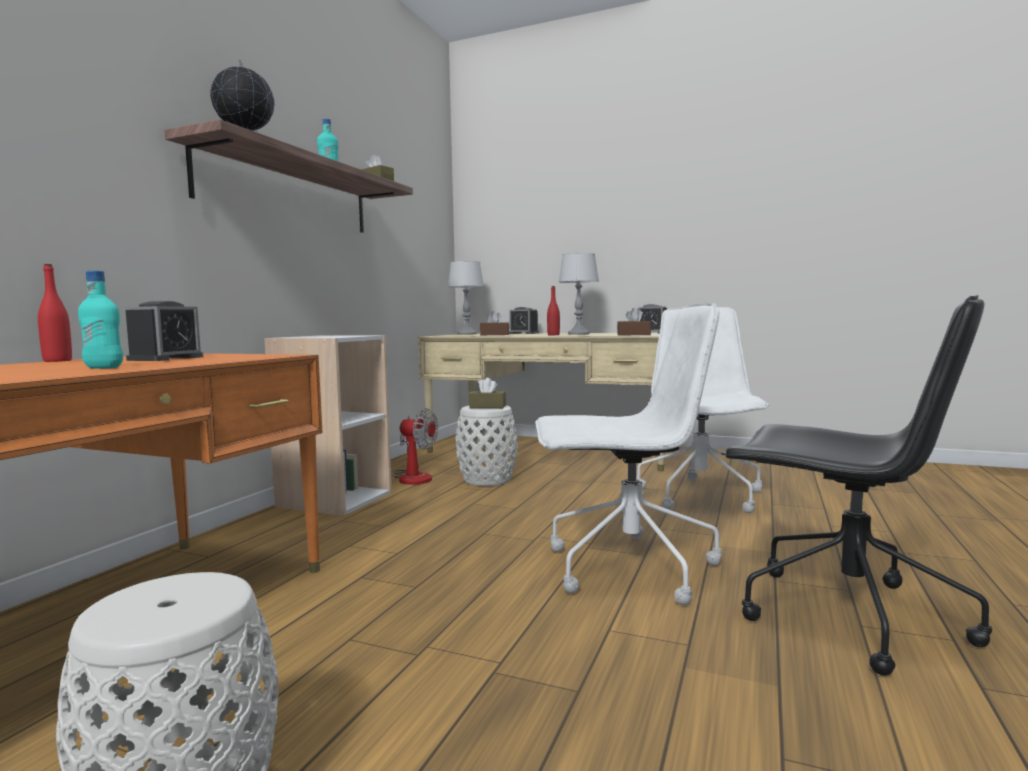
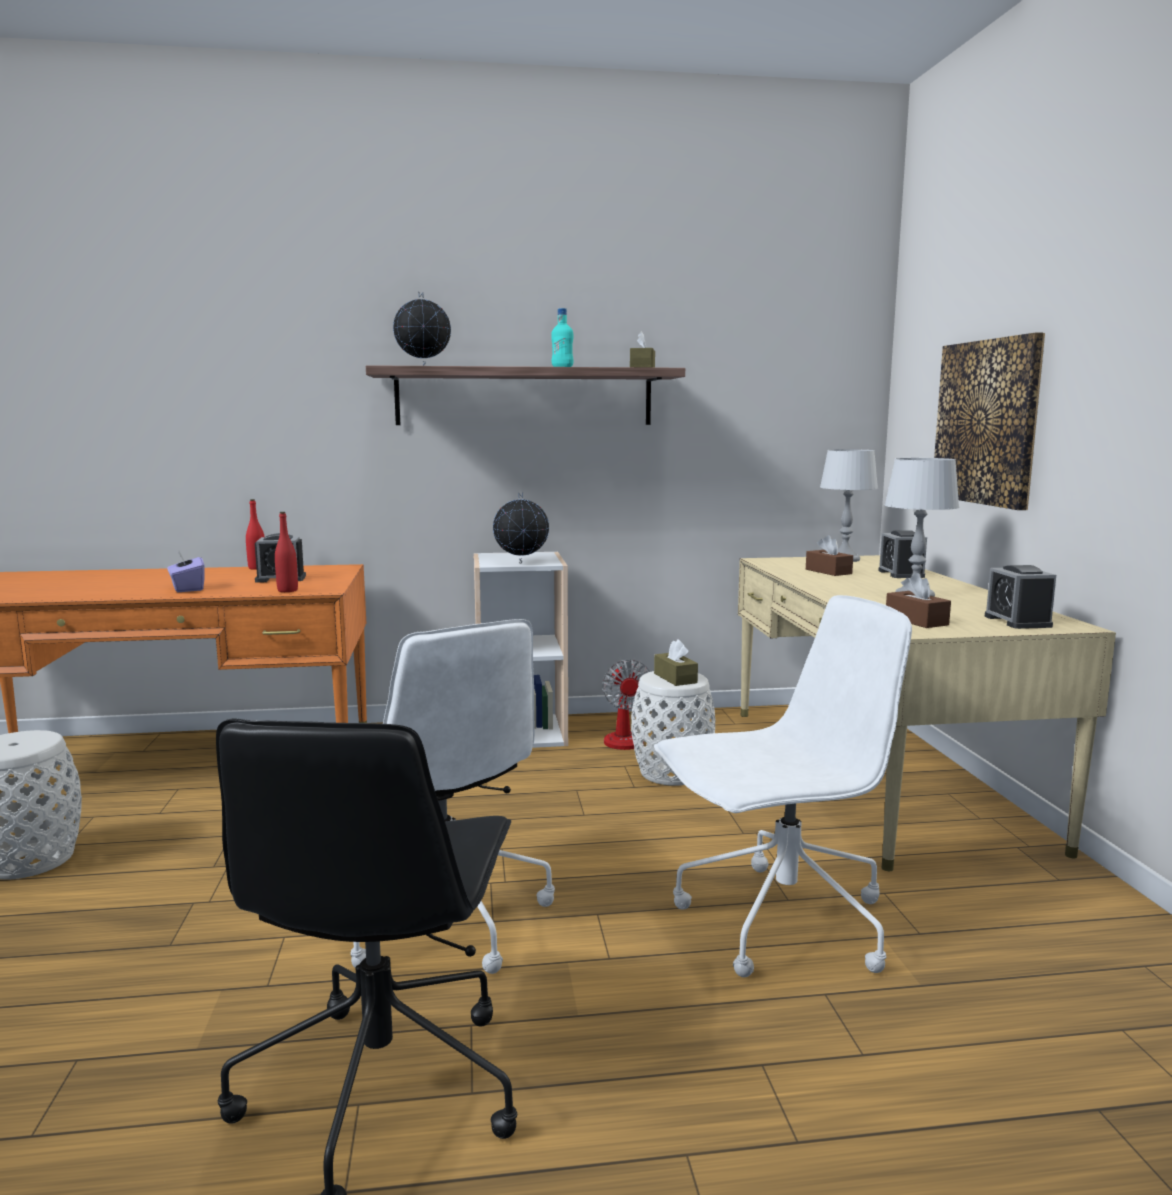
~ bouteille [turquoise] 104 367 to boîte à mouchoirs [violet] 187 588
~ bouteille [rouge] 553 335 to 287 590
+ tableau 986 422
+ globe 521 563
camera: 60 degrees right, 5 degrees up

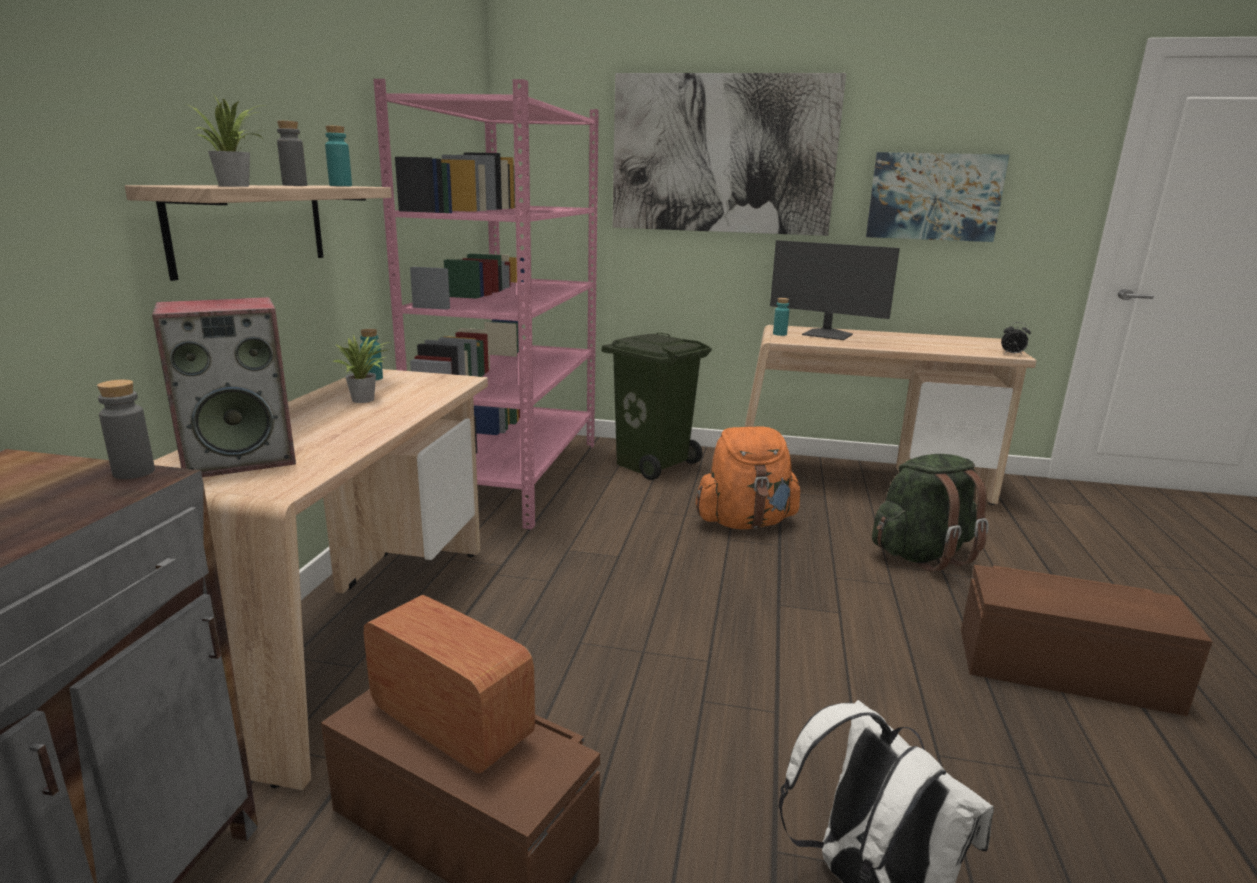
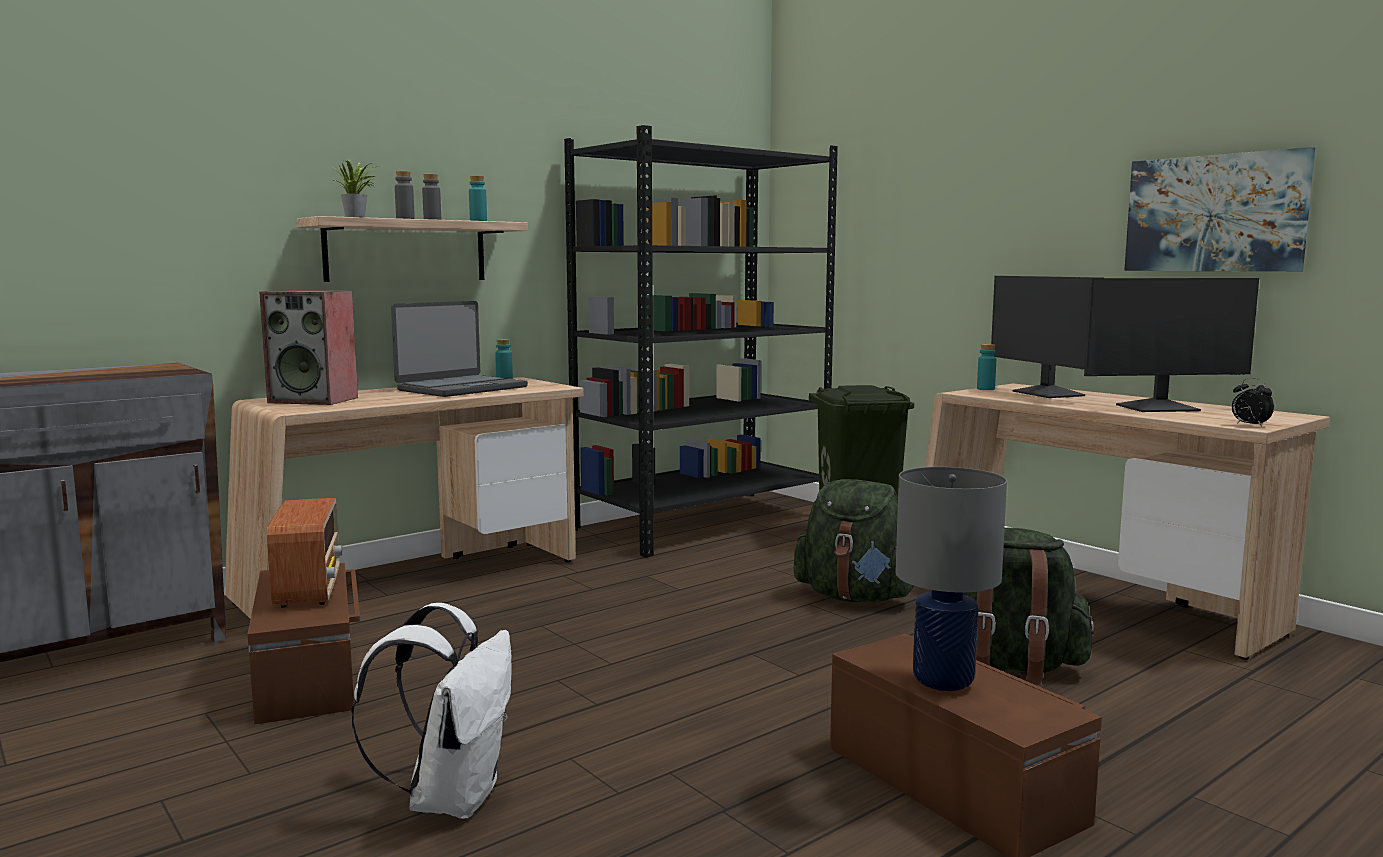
- tableau 722 155
~ bibliothèque [rose] 512 475 to bibliothèque [noir] 703 522
~ plante en pot 366 400 to ordinateur portable 461 388
~ bouteille [gris] 134 472 to 405 218
~ sac à dos [orange] 745 522 to sac à dos [vert] 855 597
+ écran d'ordinateur 1159 408
+ lampe de table [gris] 942 684
camera: 40 degrees right, 10 degrees down

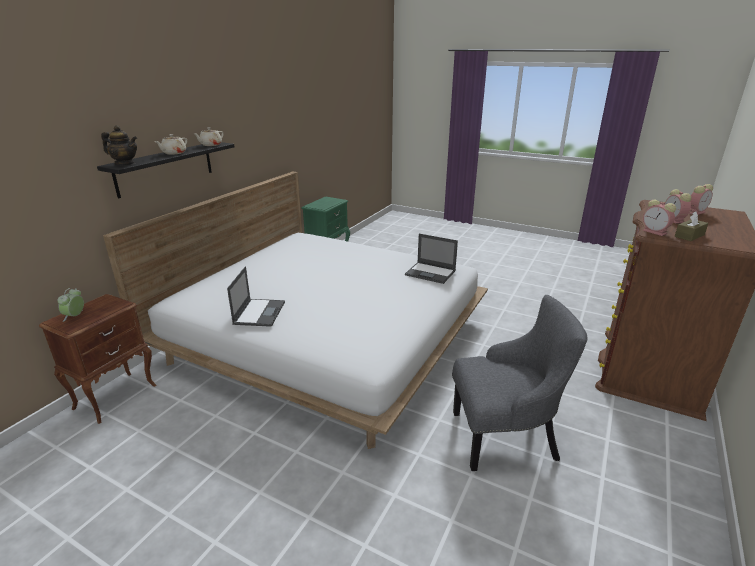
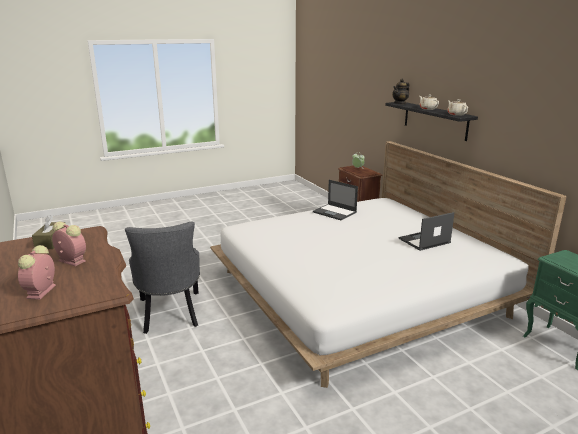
- réveil 655 232
~ ordinateur portable 431 273 to 424 241
~ fauteuil [gris] 502 438 = 170 311 45 degrees counterclockwise
camera: 125 degrees right, 5 degrees down

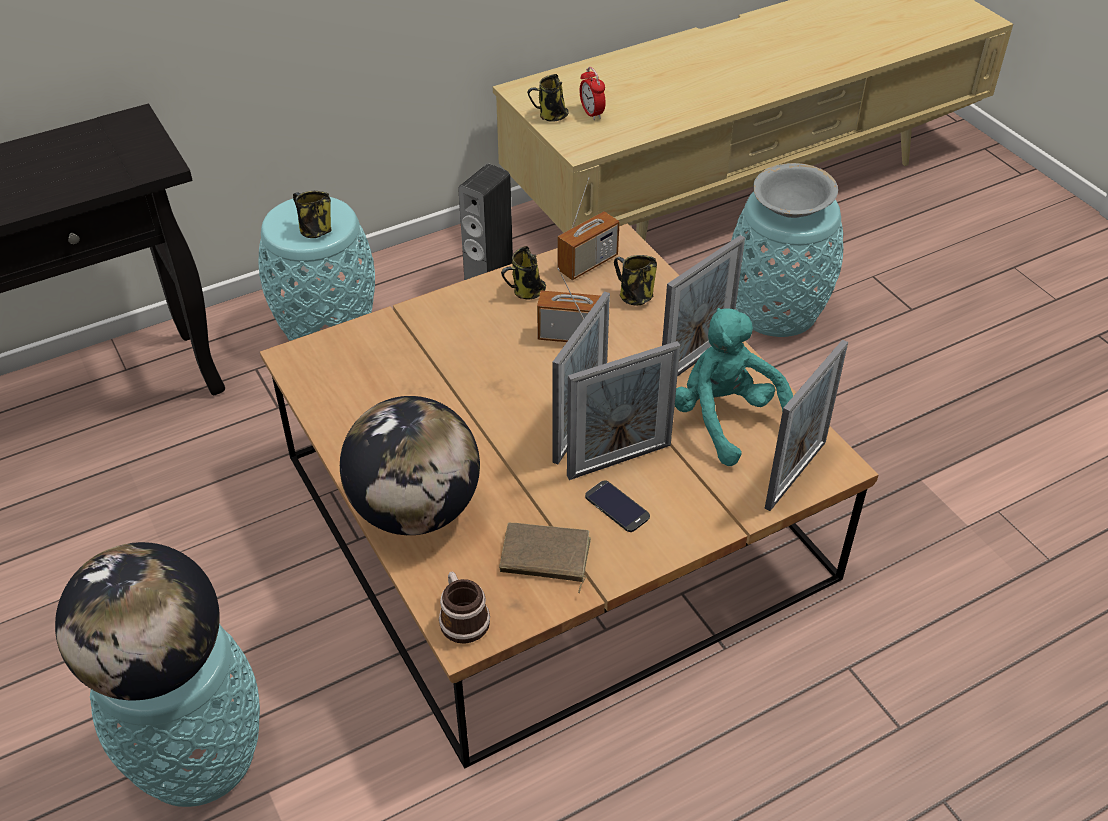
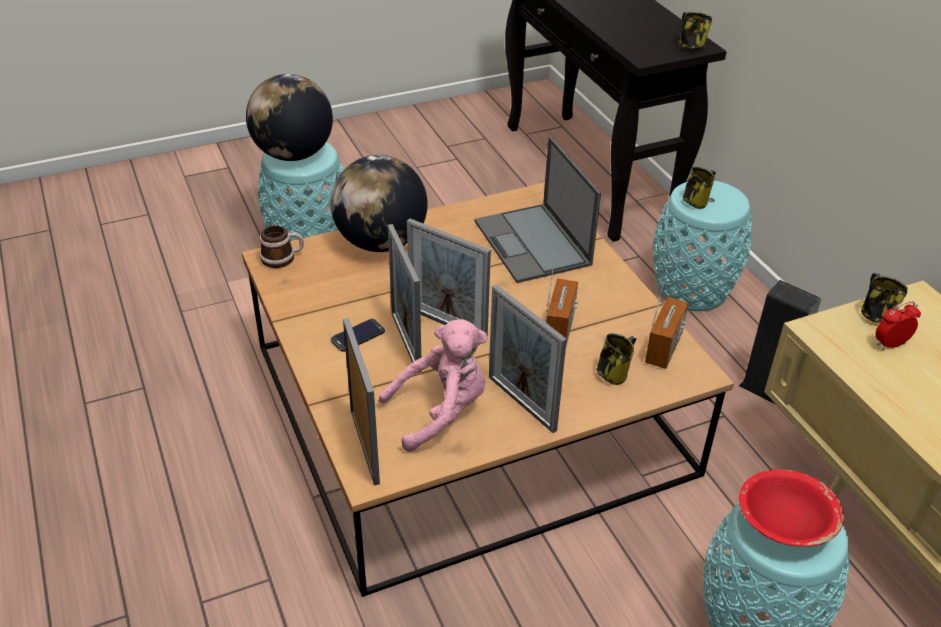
~ bol [gris] 791 208 to bol [rouge] 784 524
~ radio 587 263 = 663 348 120 degrees counterclockwise
~ mug 526 292 to 690 46
~ peluche [turquoise] 726 419 to peluche [rose] 441 412
~ cadre photo 795 474 = 365 446 150 degrees counterclockwise
- livre [marron] 544 558
+ ordinateur portable 533 244
camera: 95 degrees right, 5 degrees down

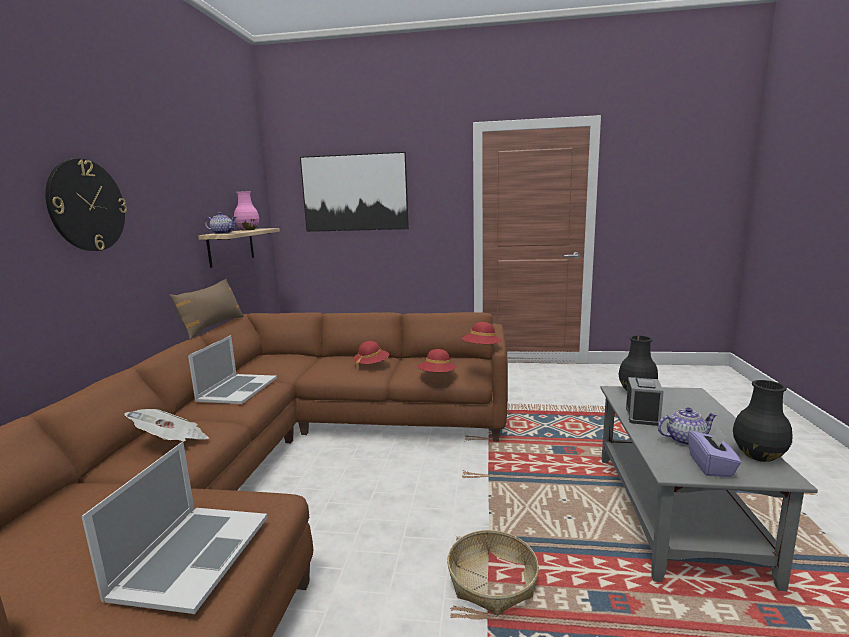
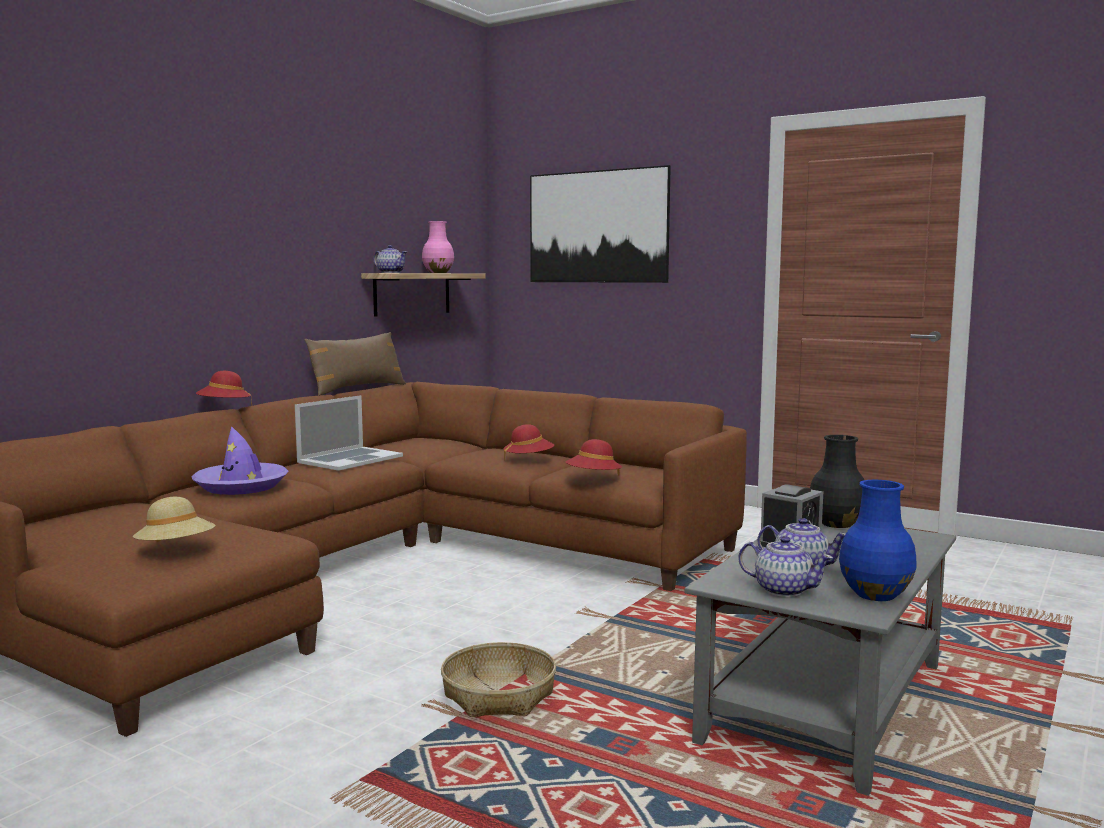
- horloge murale 87 205
~ chapeau [rouge] 481 349 to 224 407
~ vase [noir] 758 455 to vase [bleu] 876 594
~ journal 172 442 to chapeau [violet] 241 486
~ boîte à mouchoirs [violet] 711 466 to théière 782 590
~ ordinateur portable 192 555 to chapeau [beige] 176 549
camera: 25 degrees right, 5 degrees down

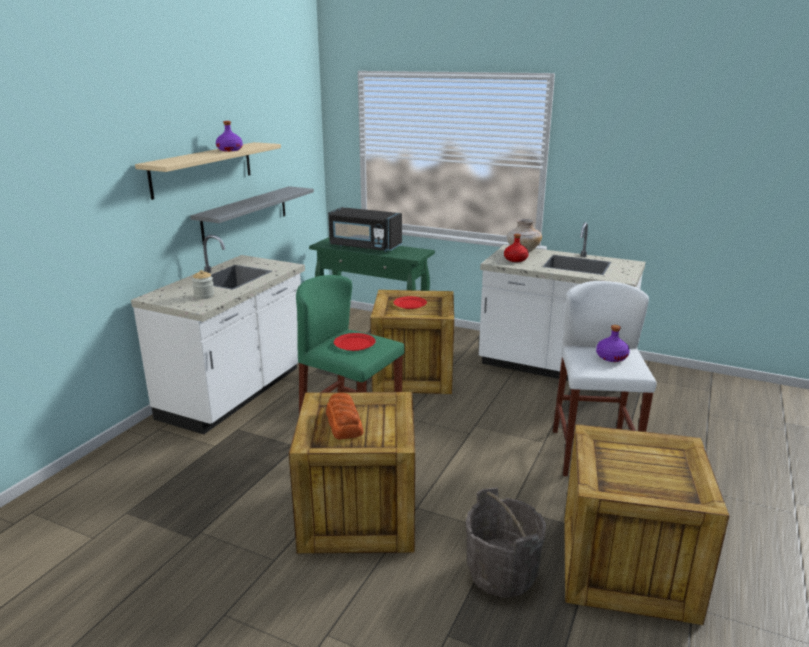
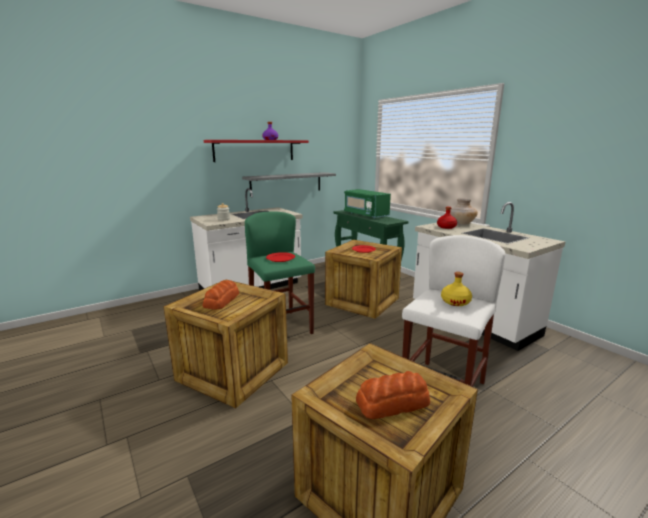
~ étagère [beige] 202 169 to étagère [rouge] 254 150
~ micro-ondes [noir] 364 246 to micro-ondes [vert] 365 215
~ bouteille [violet] 611 357 to bouteille [jaune] 455 302
- seau [gris] 502 573
+ pain 393 403
camera: 30 degrees right, 5 degrees down

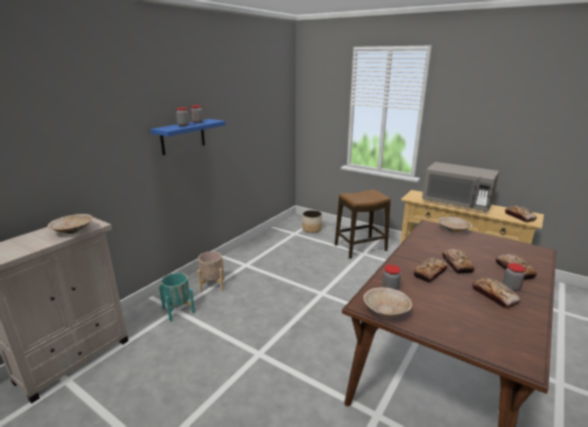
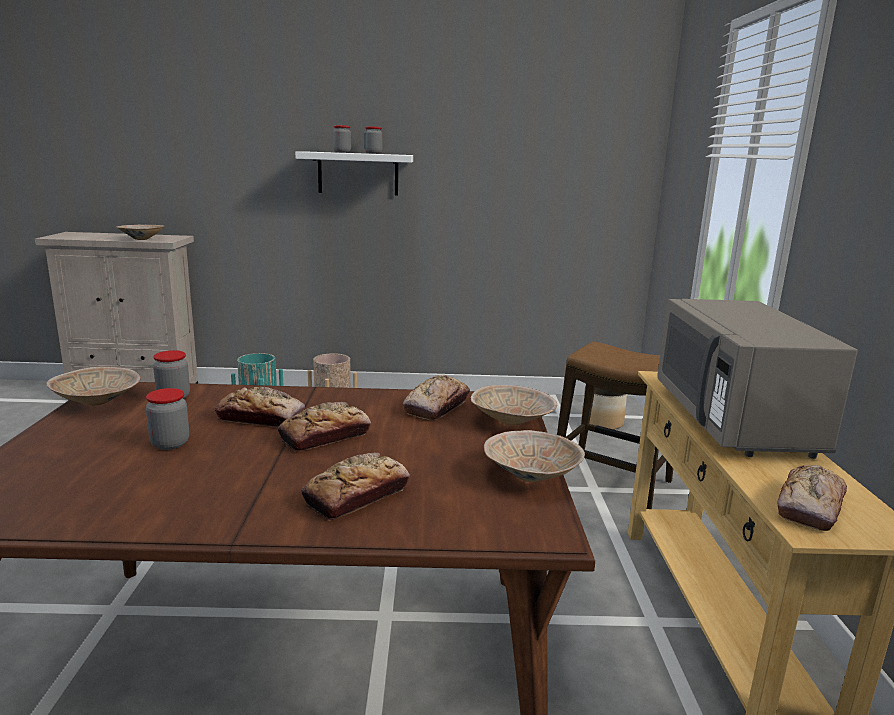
~ étagère [bleu] 183 136 to étagère [blanc] 358 173
~ bocal 511 287 to 170 443
~ pain 494 296 to 437 406
+ bol [beige] 532 475
camera: 55 degrees right, 5 degrees down

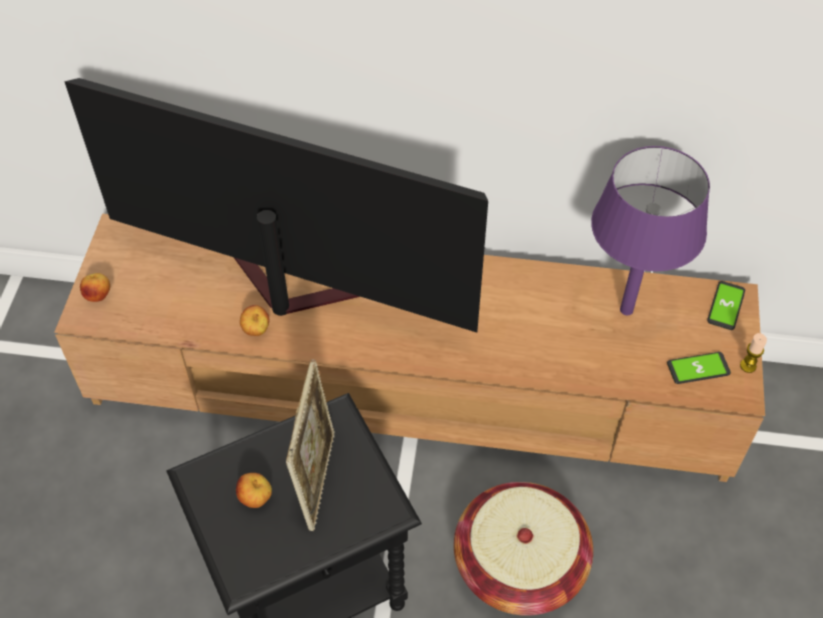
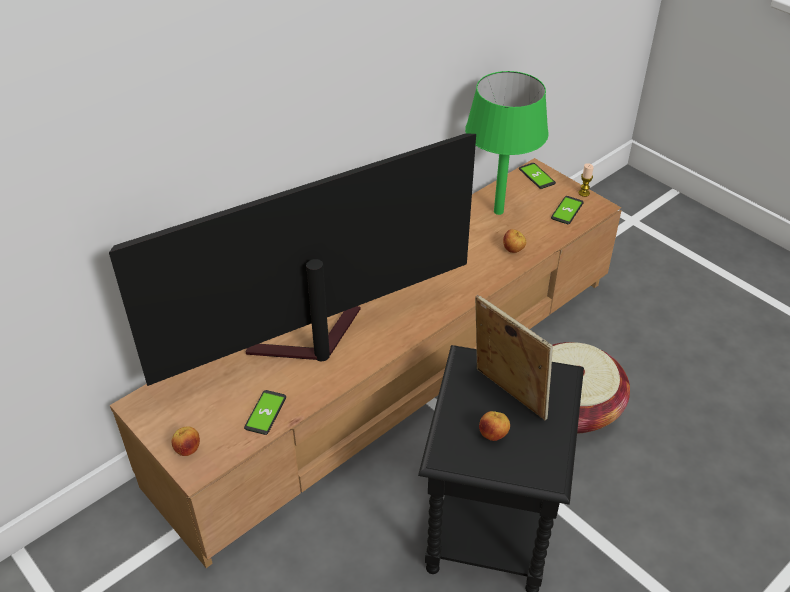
~ lampe de table [violet] 626 310 to lampe de table [vert] 498 212
~ pomme 256 330 to 513 250
+ téléphone 265 413
camera: 50 degrees left, 10 degrees down

